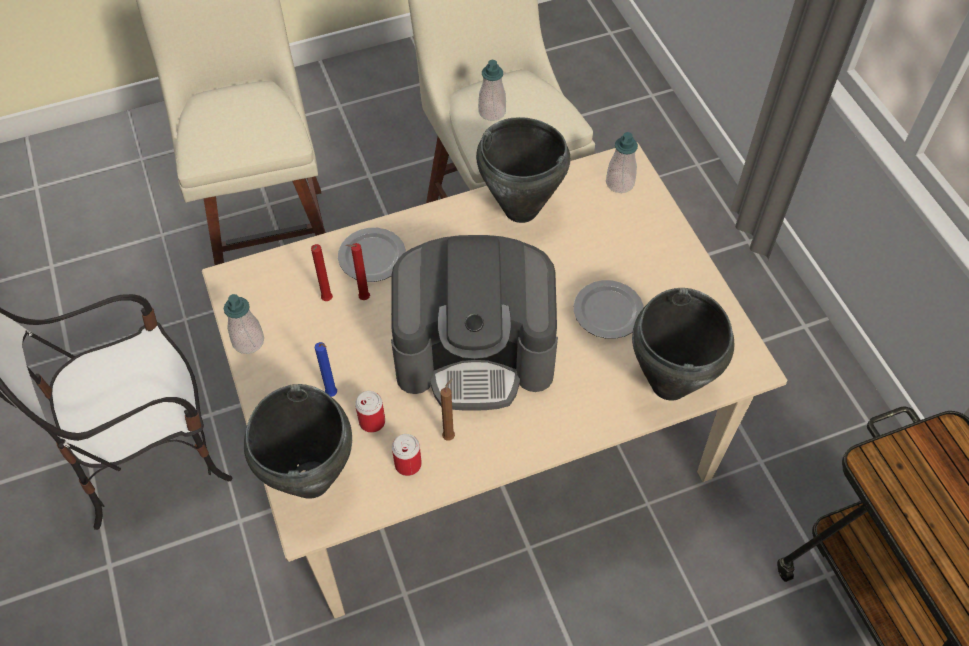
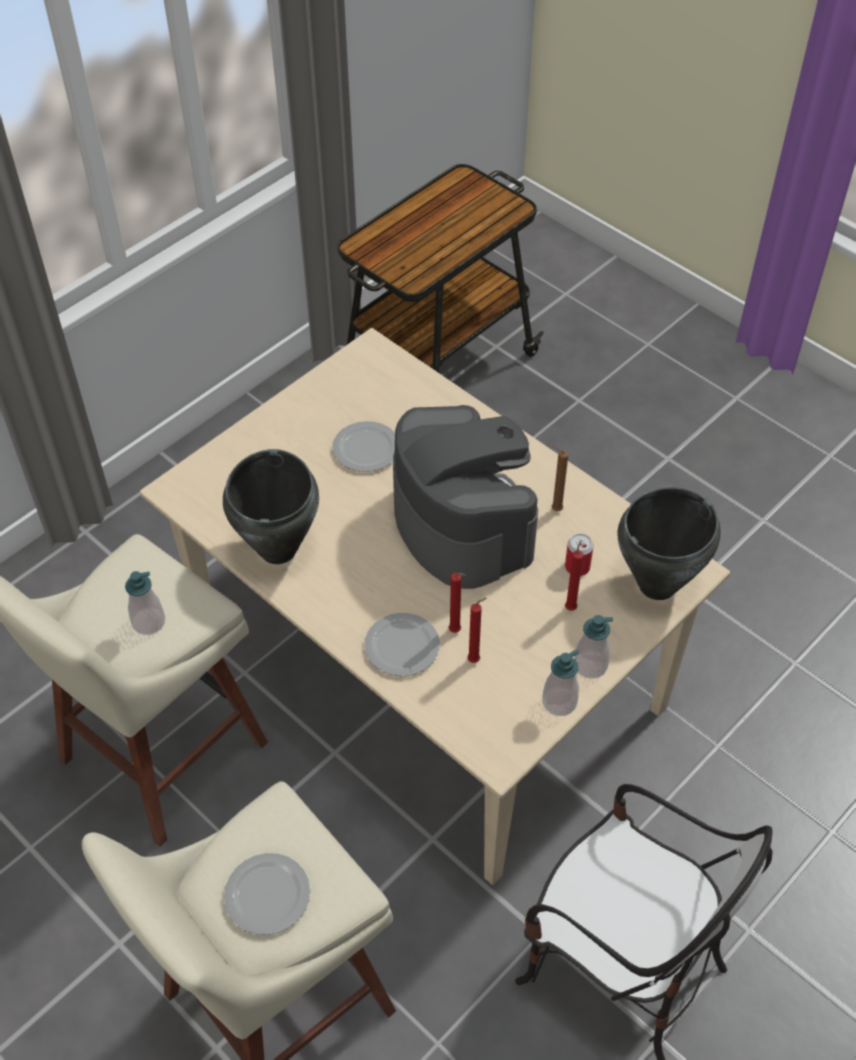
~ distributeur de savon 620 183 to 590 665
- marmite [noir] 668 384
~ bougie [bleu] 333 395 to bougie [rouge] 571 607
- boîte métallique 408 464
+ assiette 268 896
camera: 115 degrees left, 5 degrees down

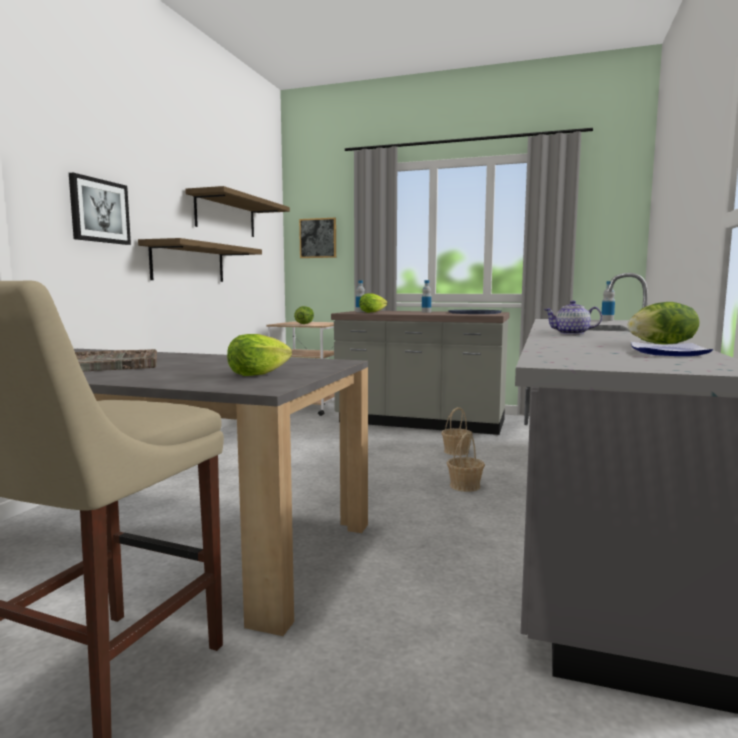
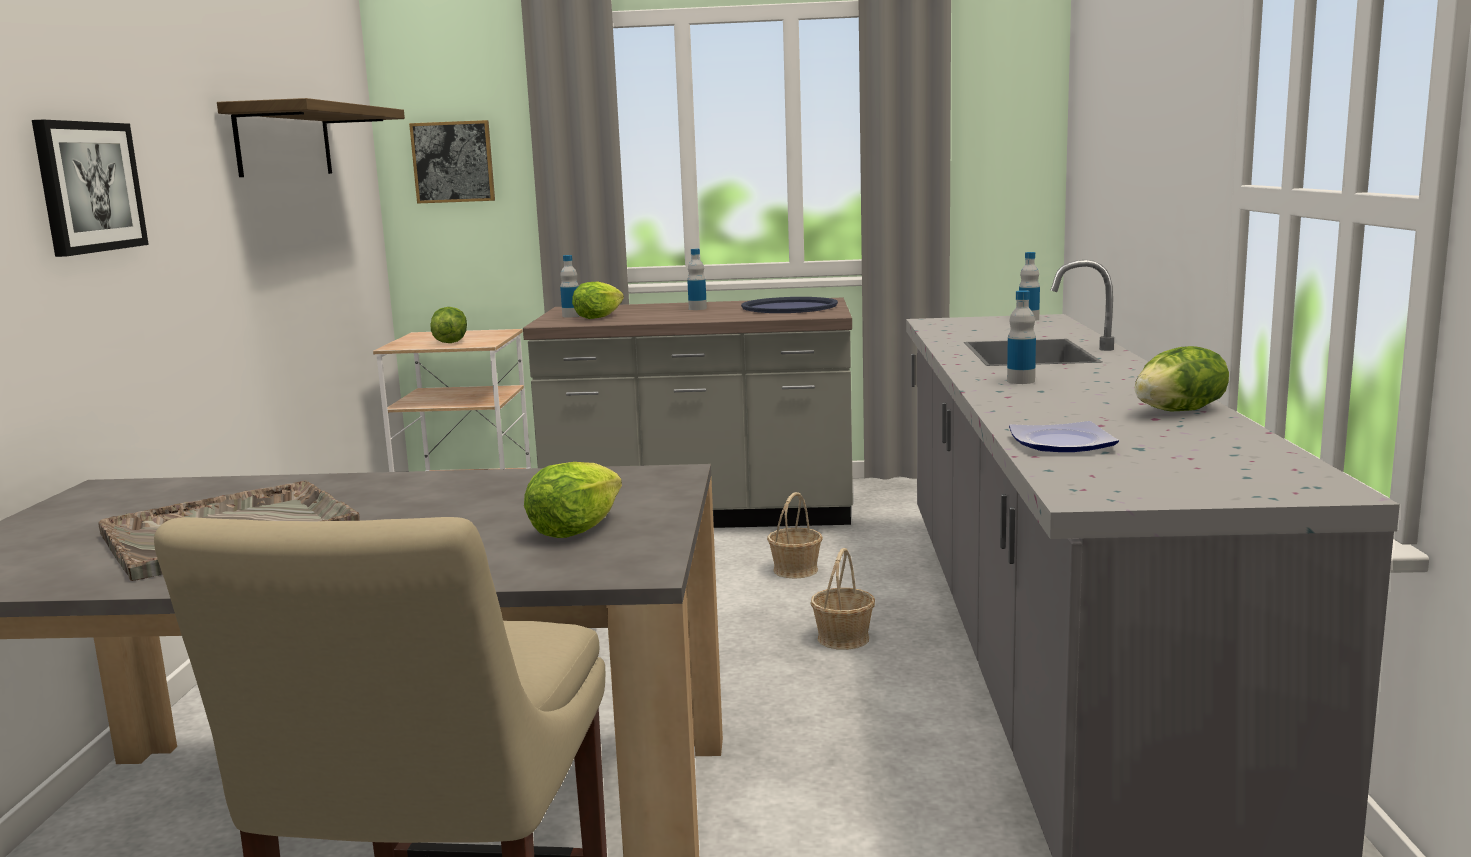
- étagère 188 263
~ théière 571 333 to bouteille 1020 381
~ assiette 667 353 to 1059 443
camera: 15 degrees left, 5 degrees up

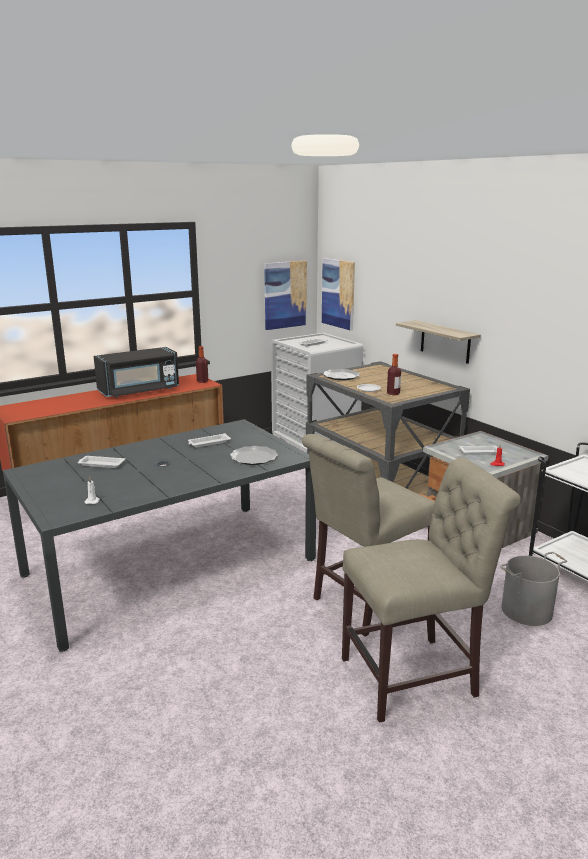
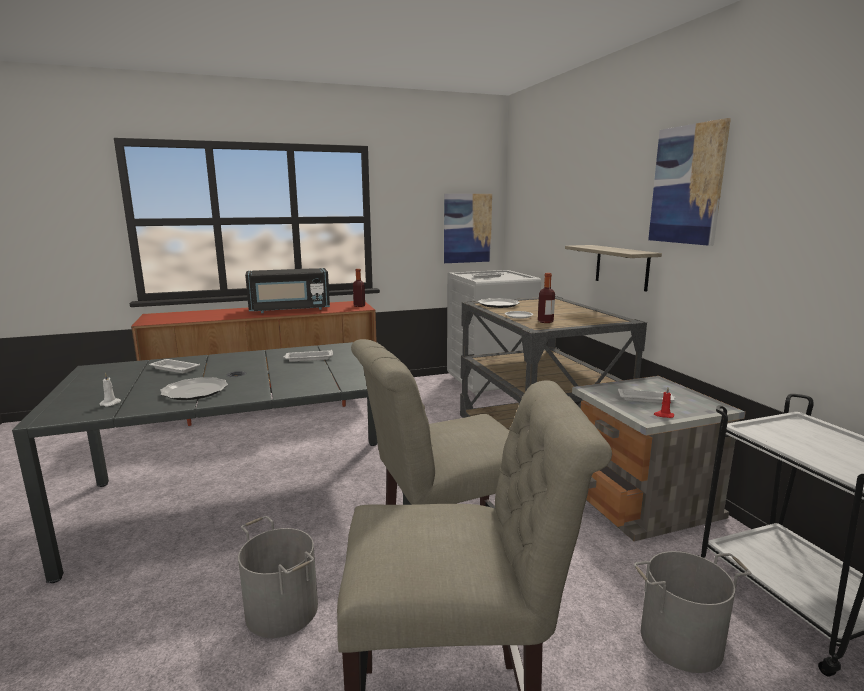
~ tableau 338 293 to 687 185
~ assiette 254 457 to 195 391
+ seau [gris] 283 609
camera: 15 degrees right, 5 degrees down

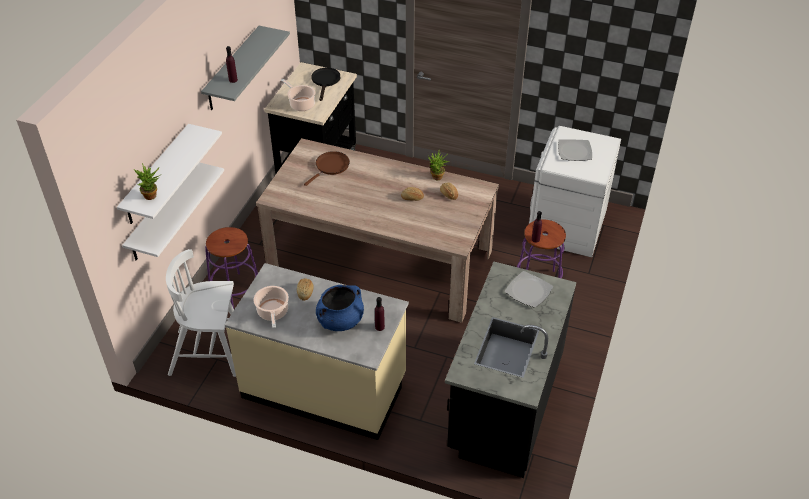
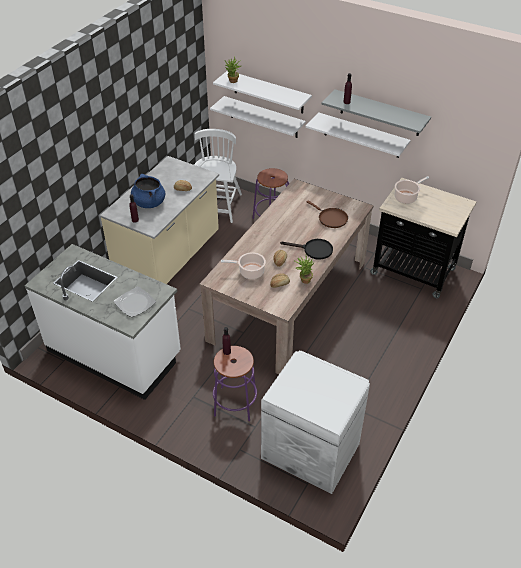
~ poêle [noir] 325 81 to 313 250
- assiette 574 151
~ comptoir de cuisine [noir] 504 404 to comptoir de cuisine [blanc] 115 352
~ marmite 273 312 to 250 272
+ étagère [blanc] 362 135
camera: 100 degrees right, 0 degrees up

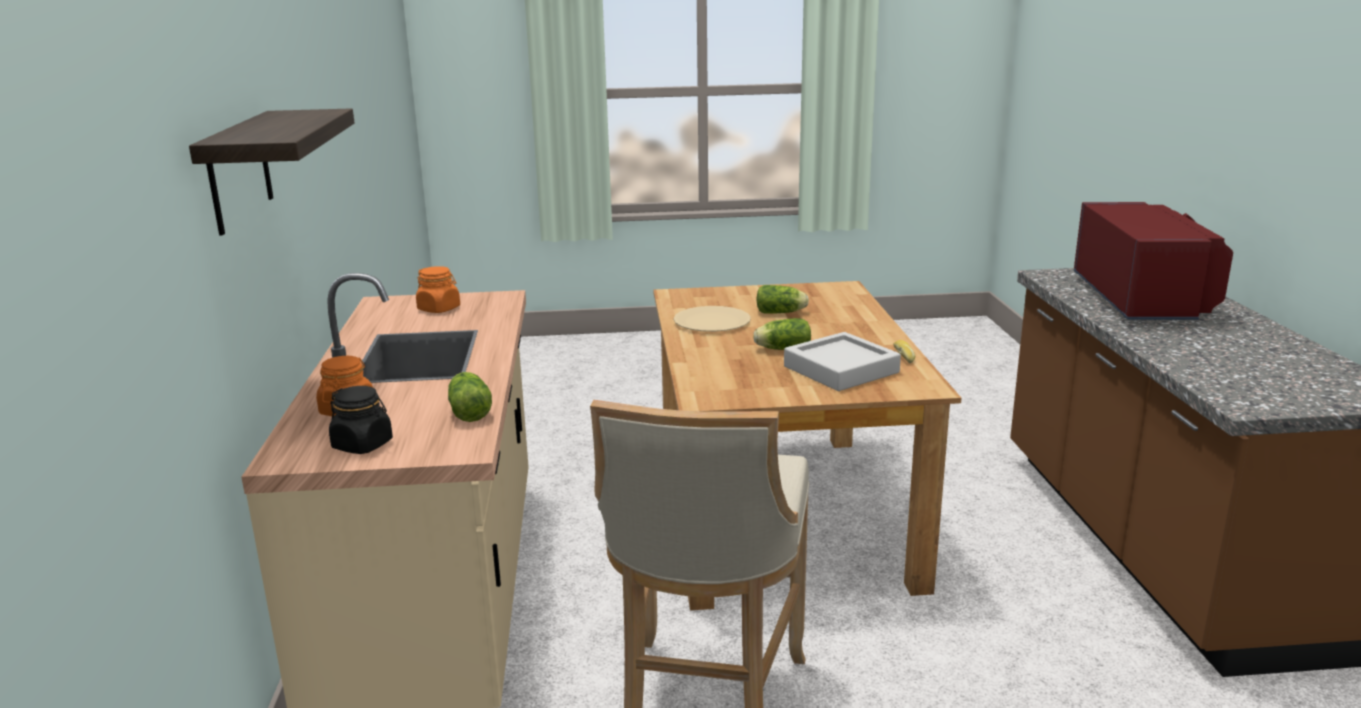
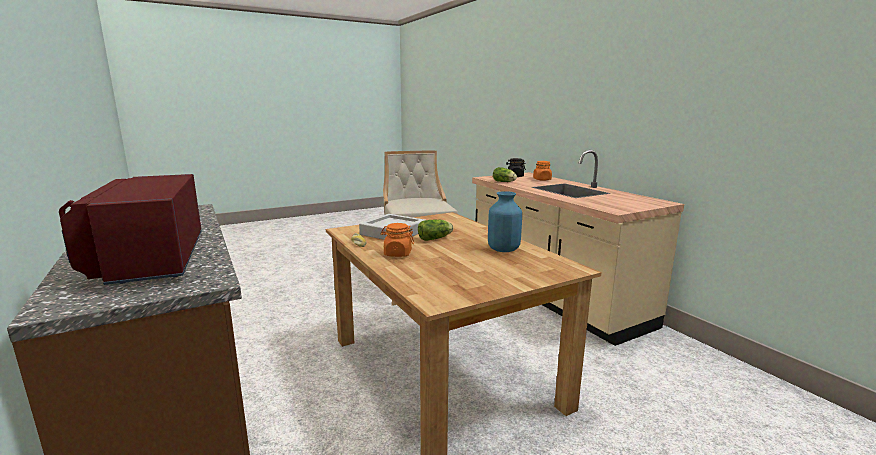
- étagère 239 171
~ bocal [orange] 439 309 to 397 254
- laitue 782 313
~ assiette [beige] 712 322 to vase [bleu] 503 249
camera: 155 degrees right, 5 degrees down

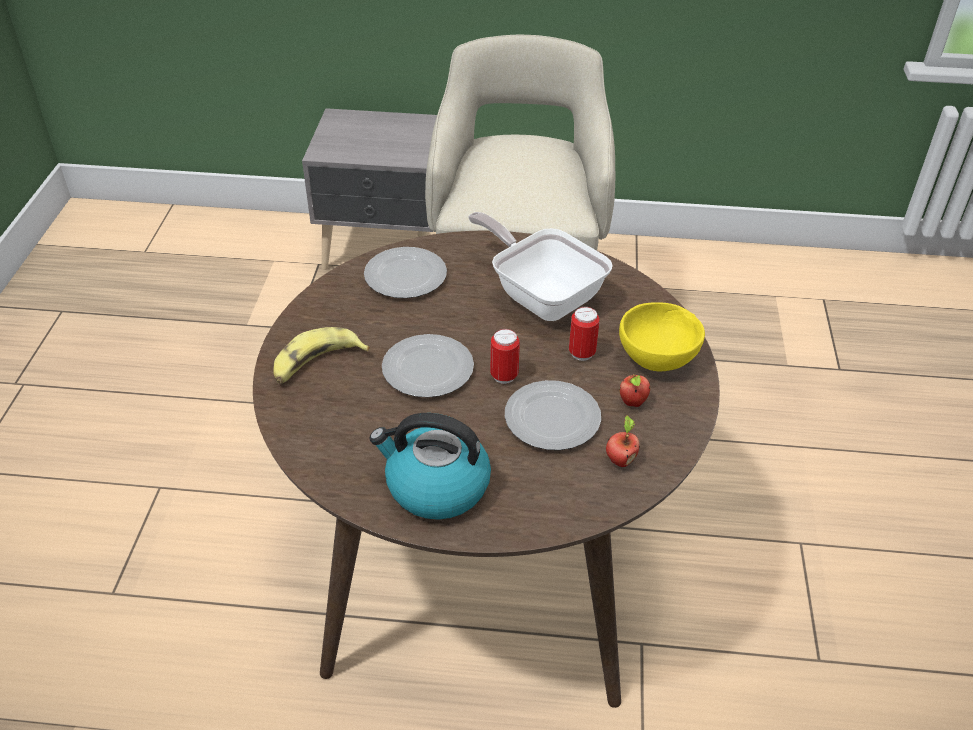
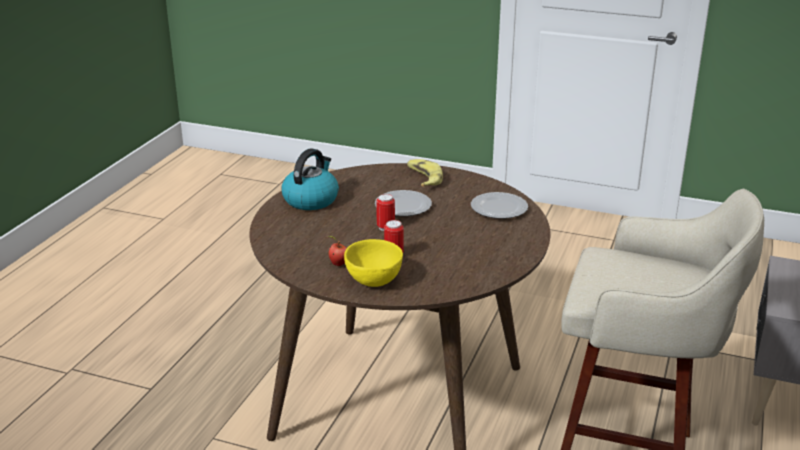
- poêle 541 295
- assiette 553 418
- pomme 620 460
camera: 105 degrees right, 15 degrees down

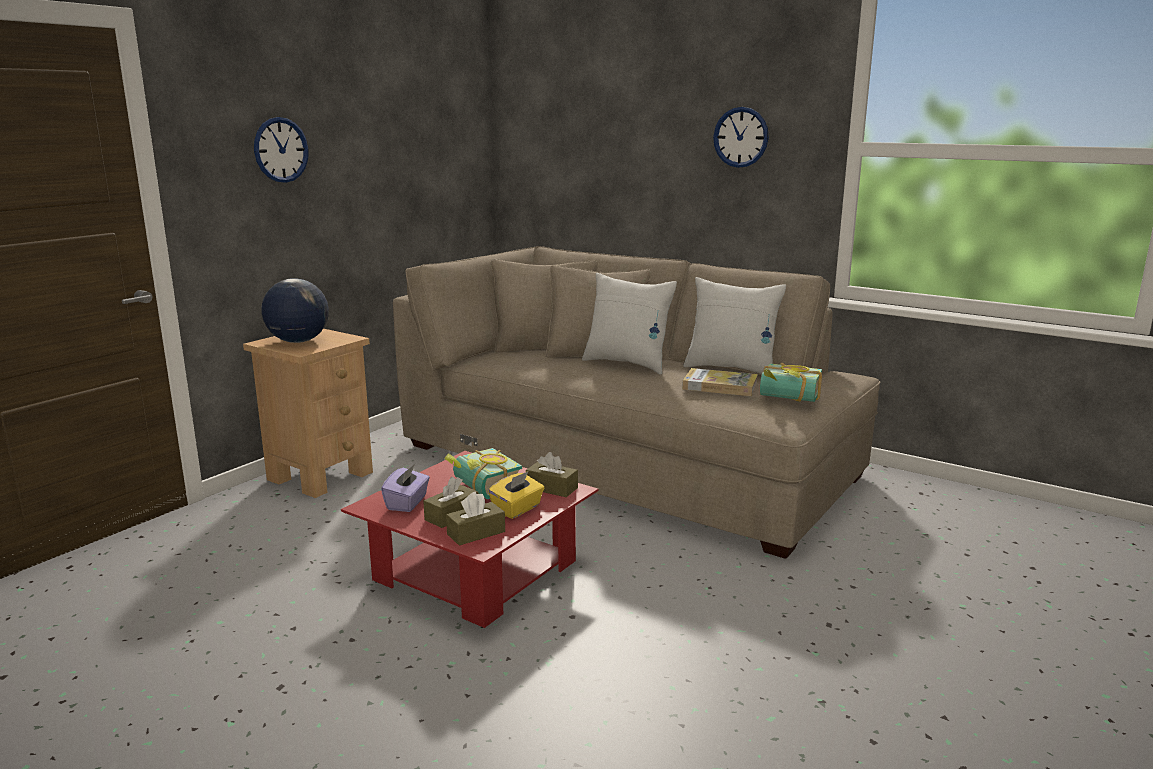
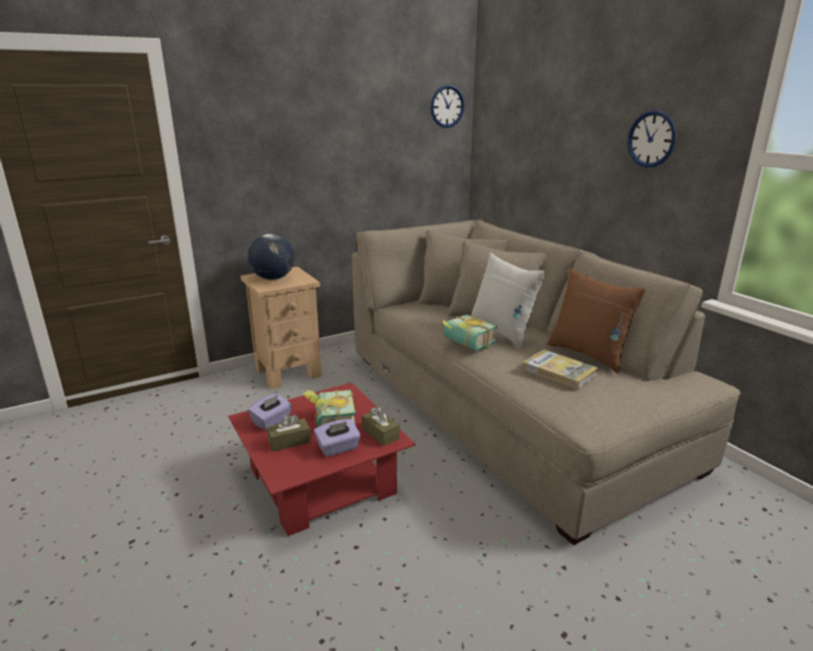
~ horloge murale 281 150 to 447 106
~ coussin [gris] 730 370 to coussin [marron] 587 355
~ livre 788 399 to 465 344
~ boîte à mouchoirs [jaune] 517 509 to boîte à mouchoirs [violet] 338 448
- boîte à mouchoirs [marron] 476 533
camera: 25 degrees right, 5 degrees up

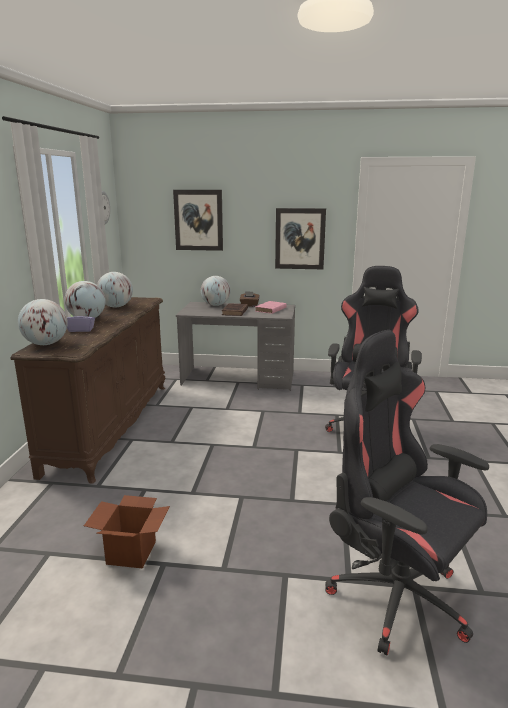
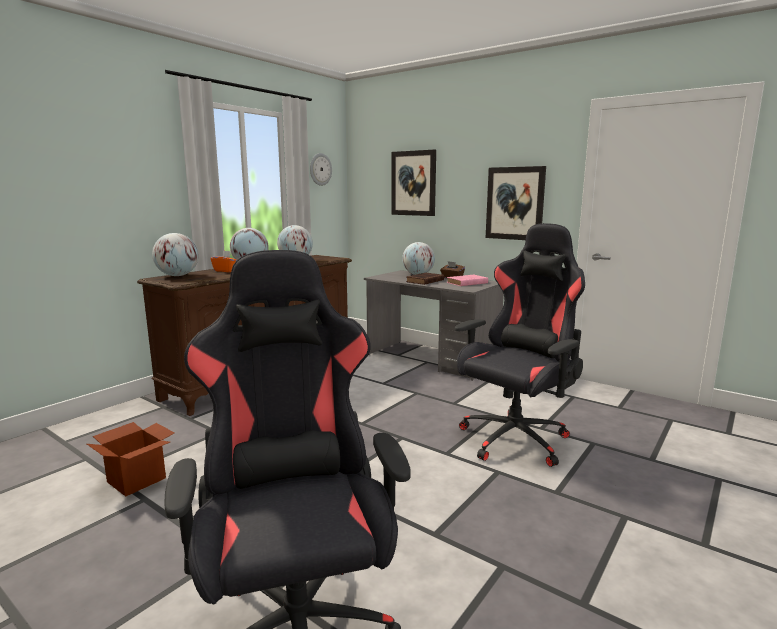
~ boîte à mouchoirs [violet] 81 330 to boîte à mouchoirs [orange] 226 271
camera: 30 degrees right, 5 degrees down

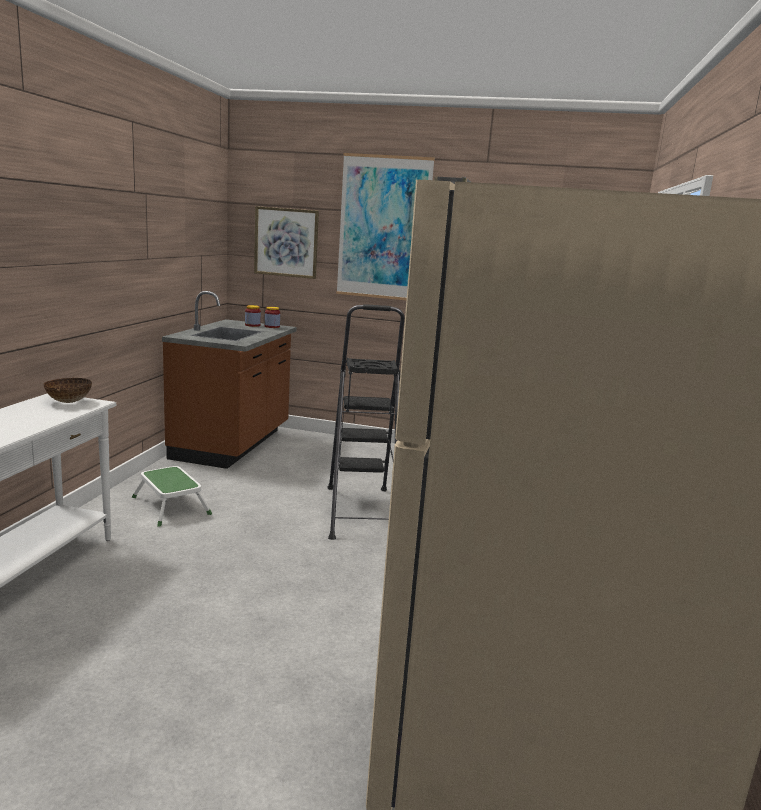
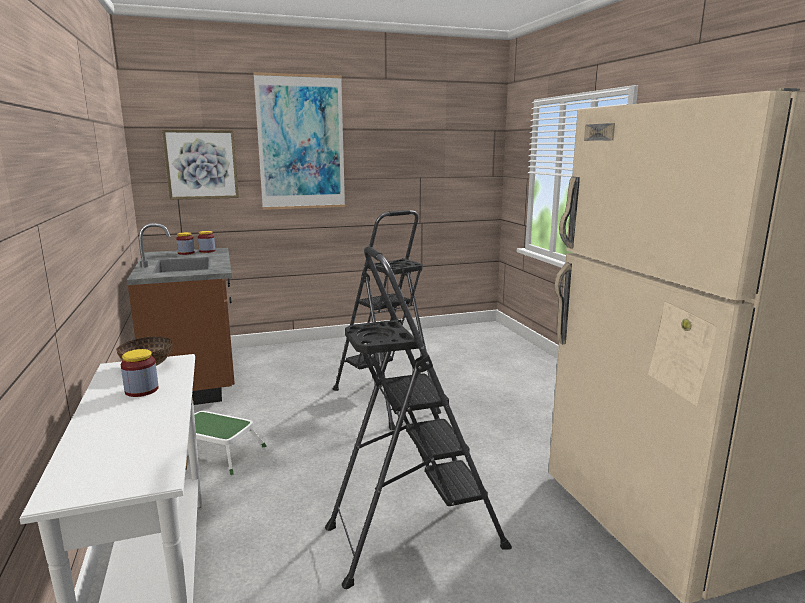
+ escabeau 413 537
+ bocal 141 390
camera: 30 degrees left, 0 degrees up

